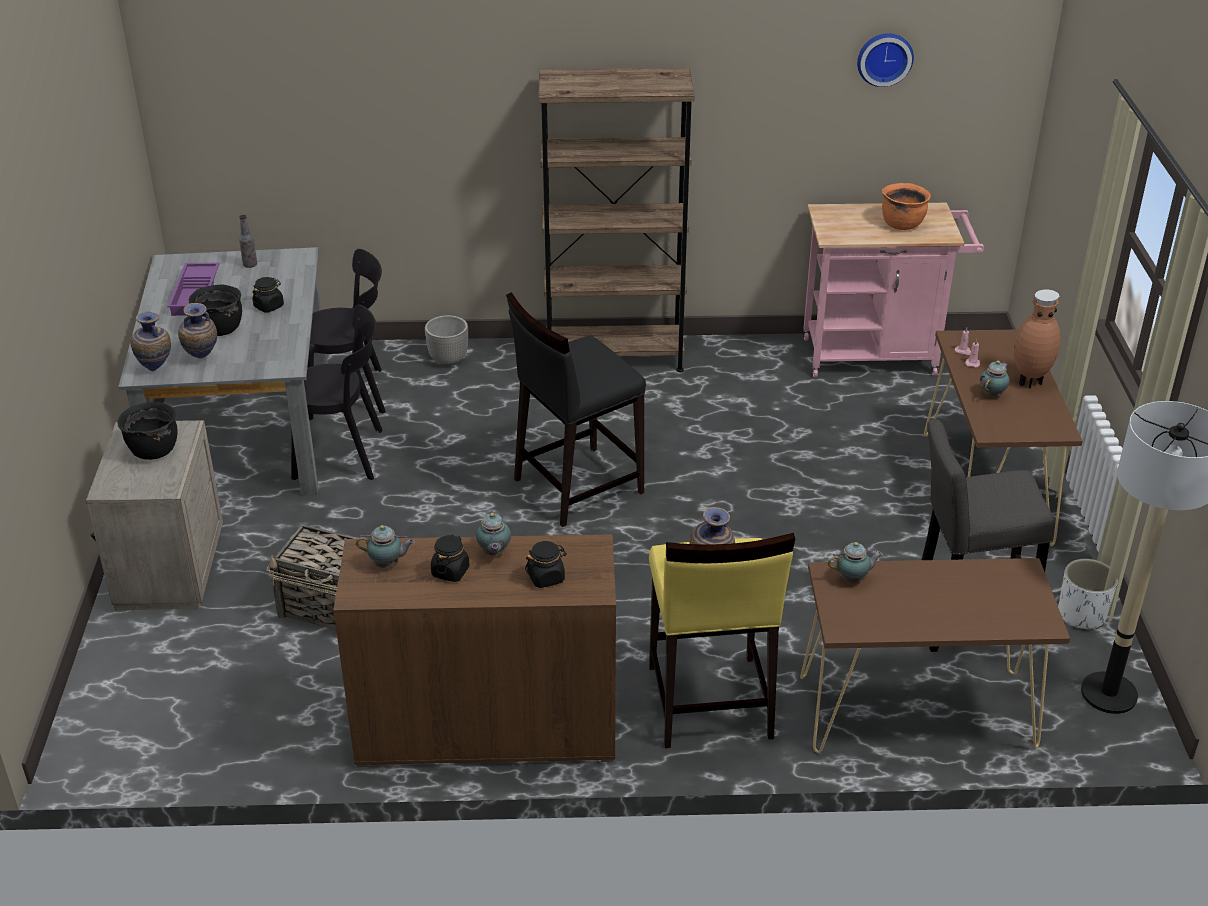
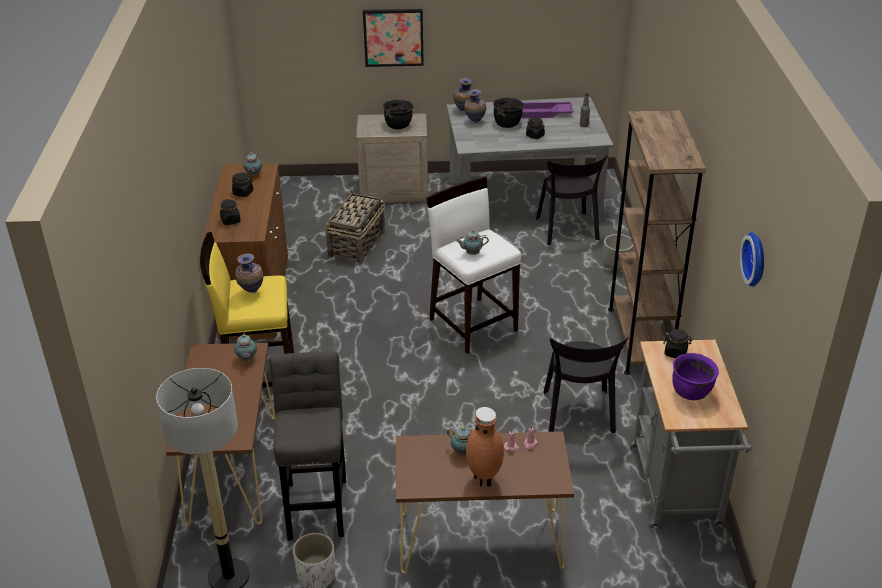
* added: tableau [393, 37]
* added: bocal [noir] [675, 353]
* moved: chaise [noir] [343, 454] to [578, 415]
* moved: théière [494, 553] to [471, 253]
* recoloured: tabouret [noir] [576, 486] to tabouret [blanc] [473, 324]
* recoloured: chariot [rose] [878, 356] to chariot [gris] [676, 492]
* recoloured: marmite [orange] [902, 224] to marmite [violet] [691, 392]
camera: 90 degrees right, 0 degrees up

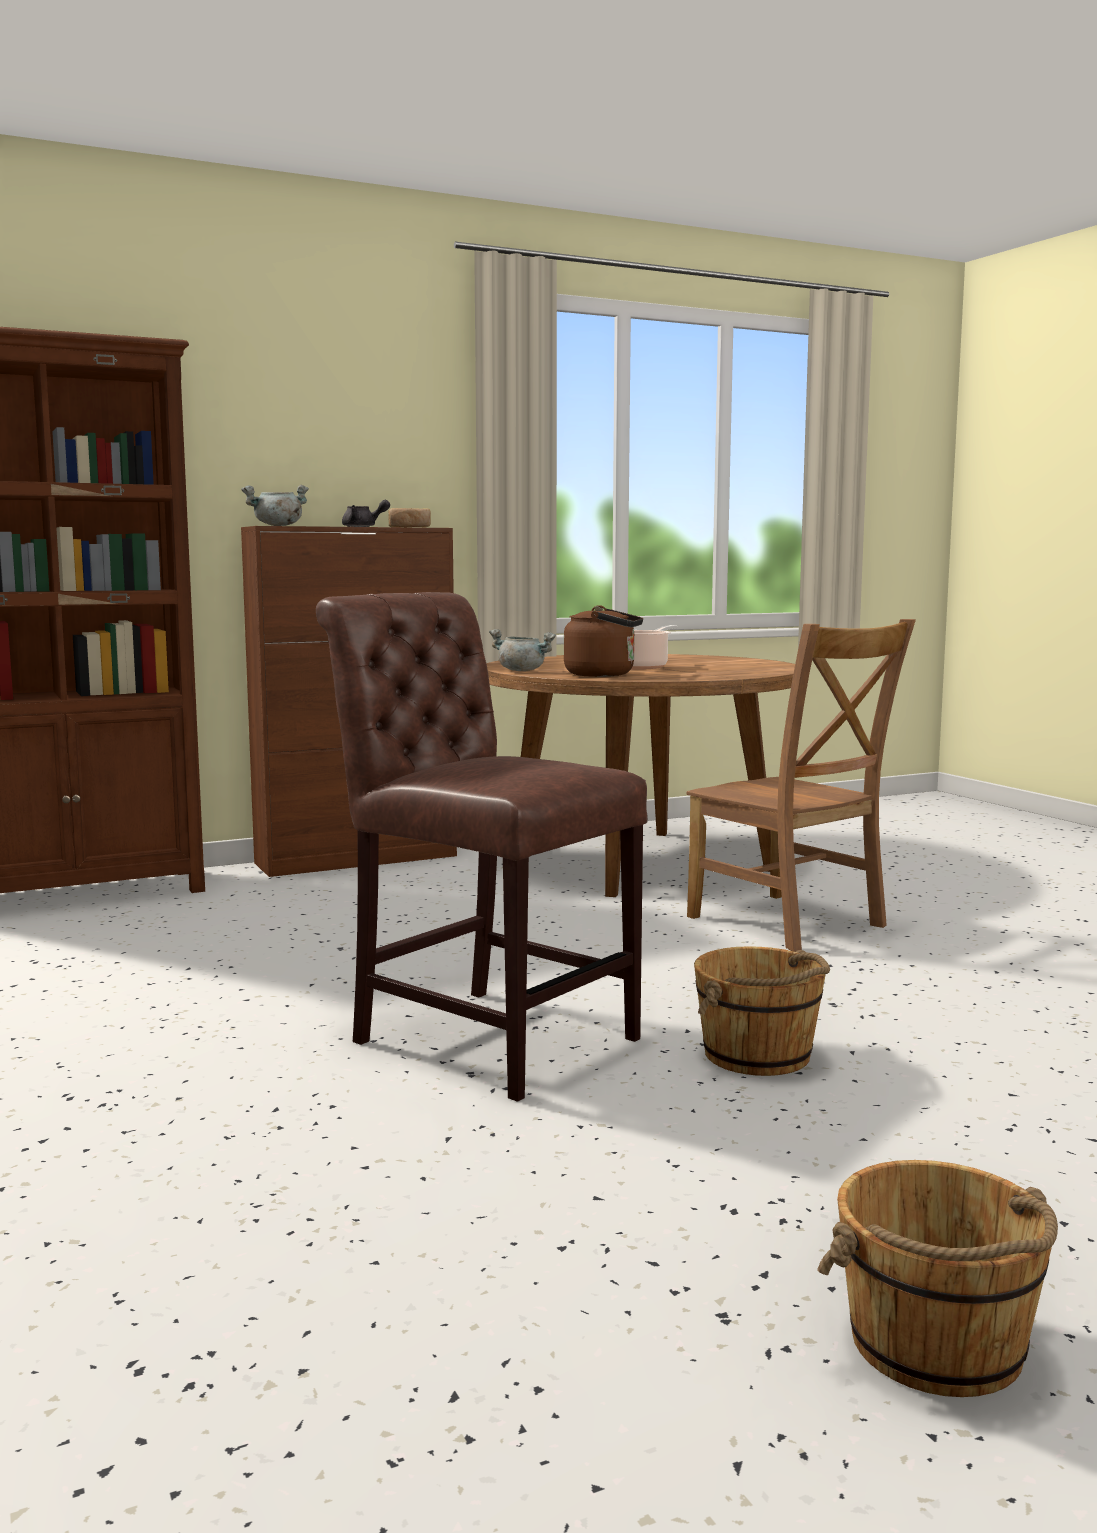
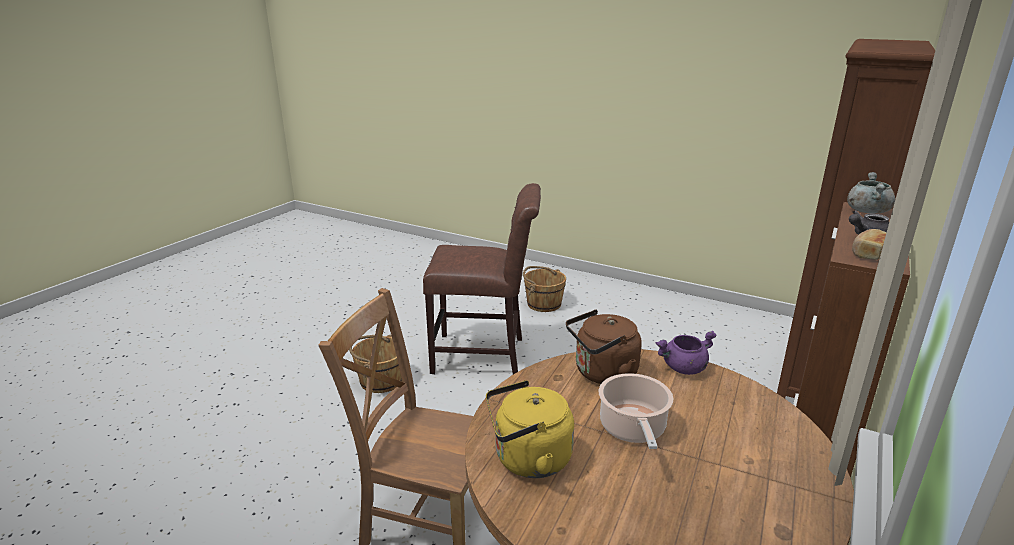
* added: bouilloire [jaune] [528, 460]
* moved: seau [marron] [938, 1346] to [543, 304]
* recoloured: marmite [gris] [523, 671] to marmite [violet] [683, 368]
camera: 145 degrees right, 15 degrees up

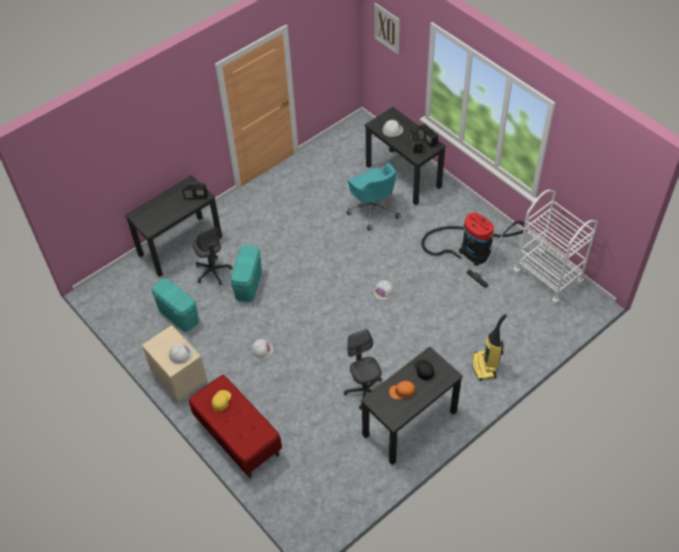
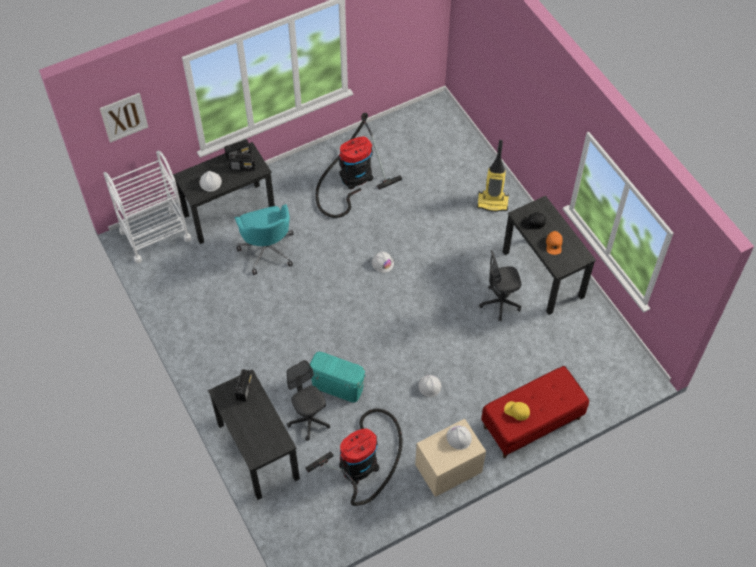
* moved: chariot [blanc] [548, 277] to [155, 235]
* replaced: boîte de rangement [turquoise] [178, 315] to aspirateur [362, 463]
* turned: chaise de bureau [gris] [213, 272] = [309, 420] 105 degrees counterclockwise
* turned: chaise de bureau [turquoise] [373, 209] = [267, 249] 90 degrees clockwise
camera: 80 degrees left, 5 degrees up

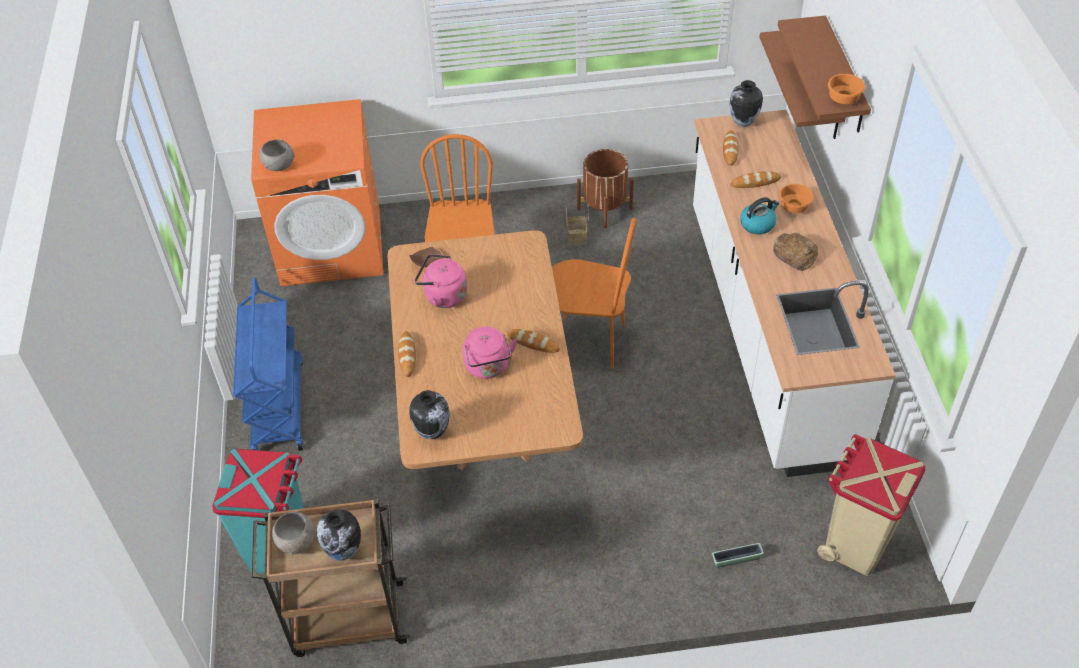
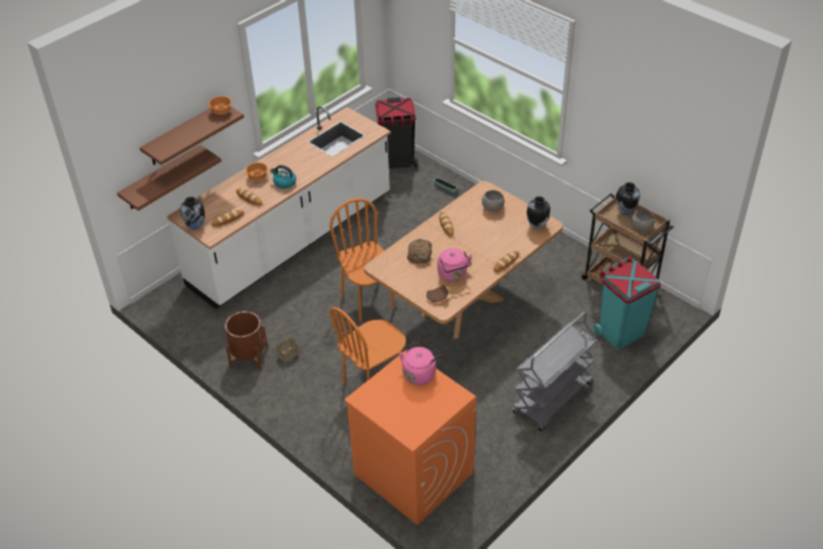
* moved: bol [gris] [278, 166] to [493, 208]
* moved: bouilloire [rose] [488, 367] to [420, 373]
* moved: pain [794, 254] to [420, 254]
* recoloured: chariot [bleu] [278, 406] to chariot [gris] [553, 399]
* recoloured: poubelle [beige] [856, 543] to poubelle [noir] [397, 162]
camera: 130 degrees left, 5 degrees down

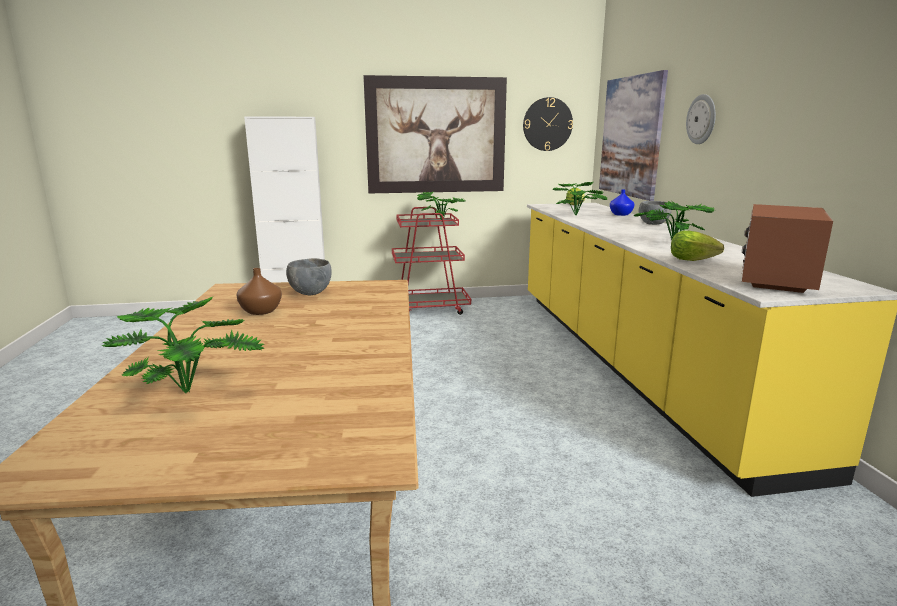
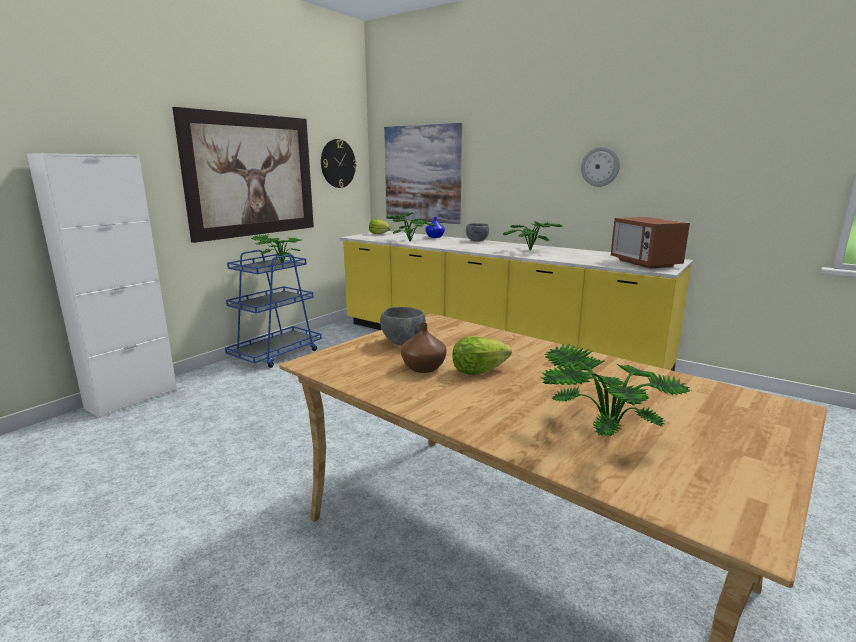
* moved: laitue [691, 260] to [478, 371]
* moved: horloge murale [702, 119] to [600, 166]
* recoloured: chariot [rouge] [428, 309] to chariot [bleu] [276, 354]
camera: 45 degrees left, 0 degrees up

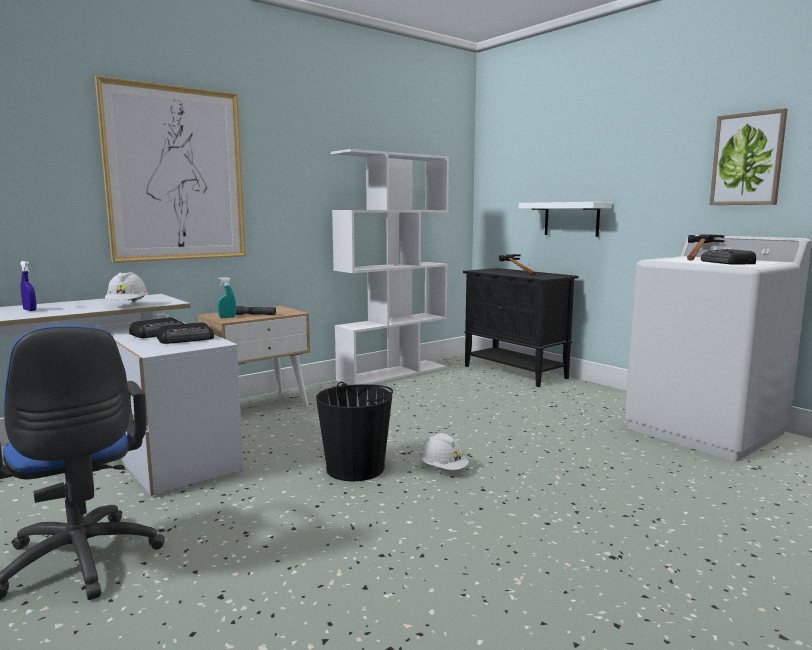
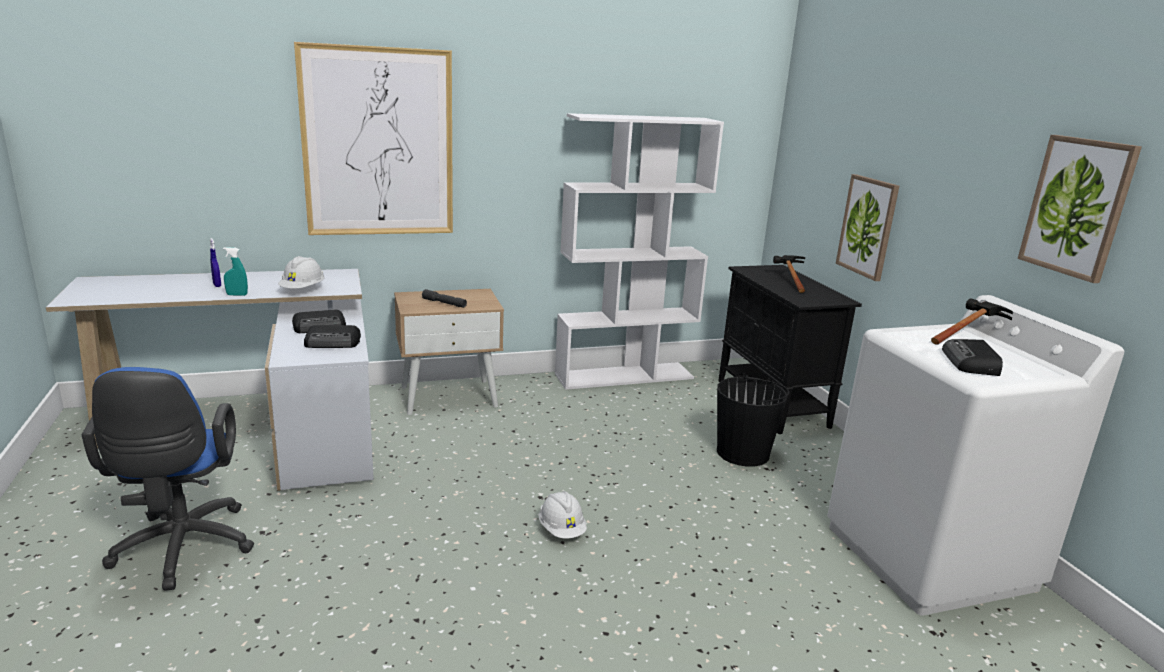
* moved: vaporisateur [turquoise] [227, 317] to [237, 295]
* moved: seau [noir] [356, 468] to [743, 453]
* replaced: étagère [blanc] [571, 219] to tableau [868, 226]
camera: 20 degrees right, 10 degrees up

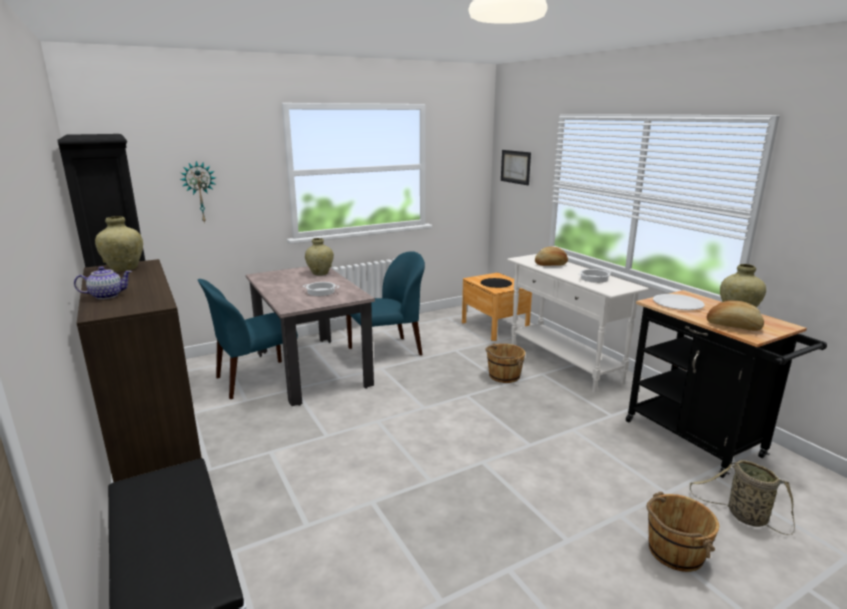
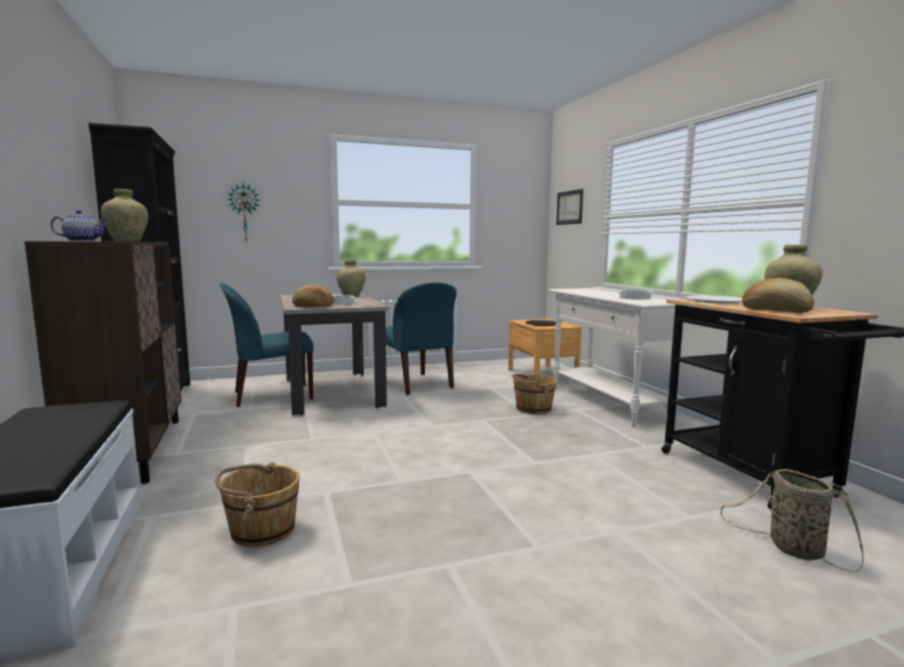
* moved: pain [551, 264] to [312, 306]
* moved: seau [marron] [674, 552] to [261, 530]
* turned: chaise [bleu] [386, 351] = [416, 384] 75 degrees clockwise
camera: 10 degrees right, 10 degrees down

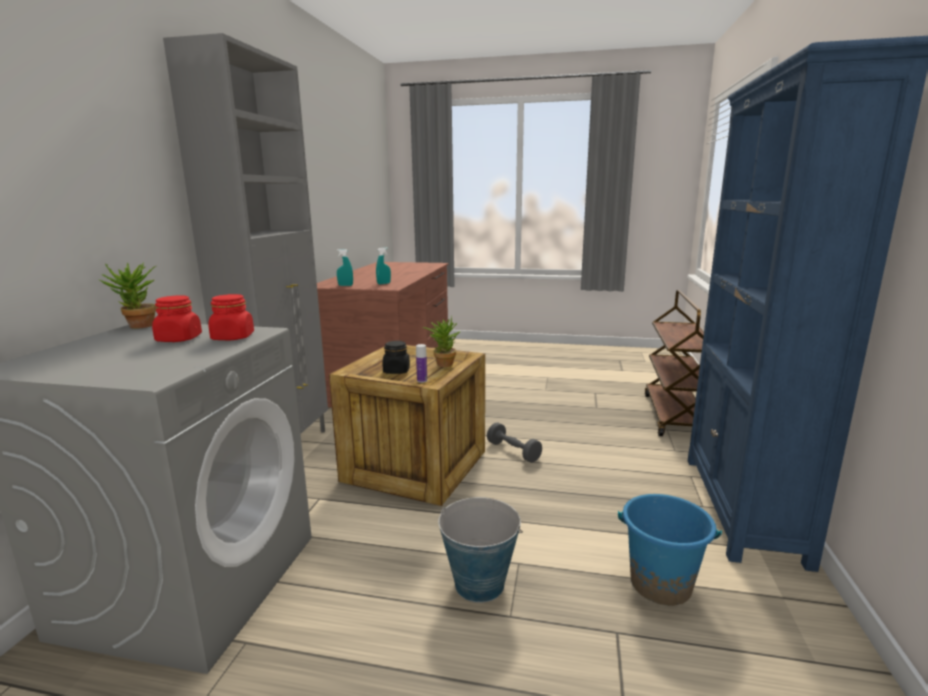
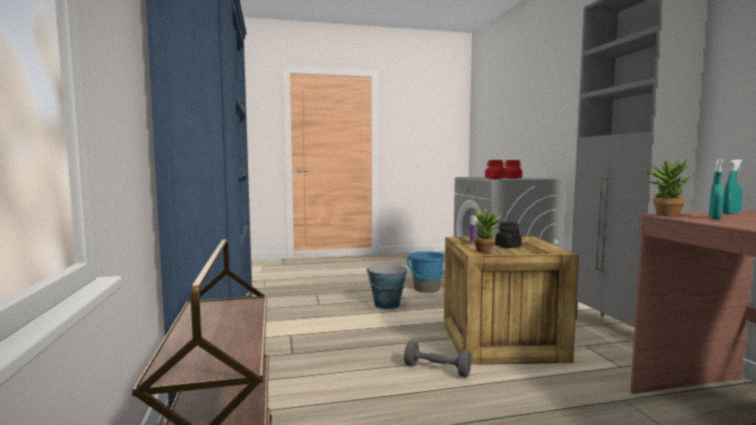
* moved: plante en pot [138, 327] to [663, 215]
* moved: seau [bleu] [660, 584] to [426, 289]
camera: 155 degrees right, 10 degrees down

